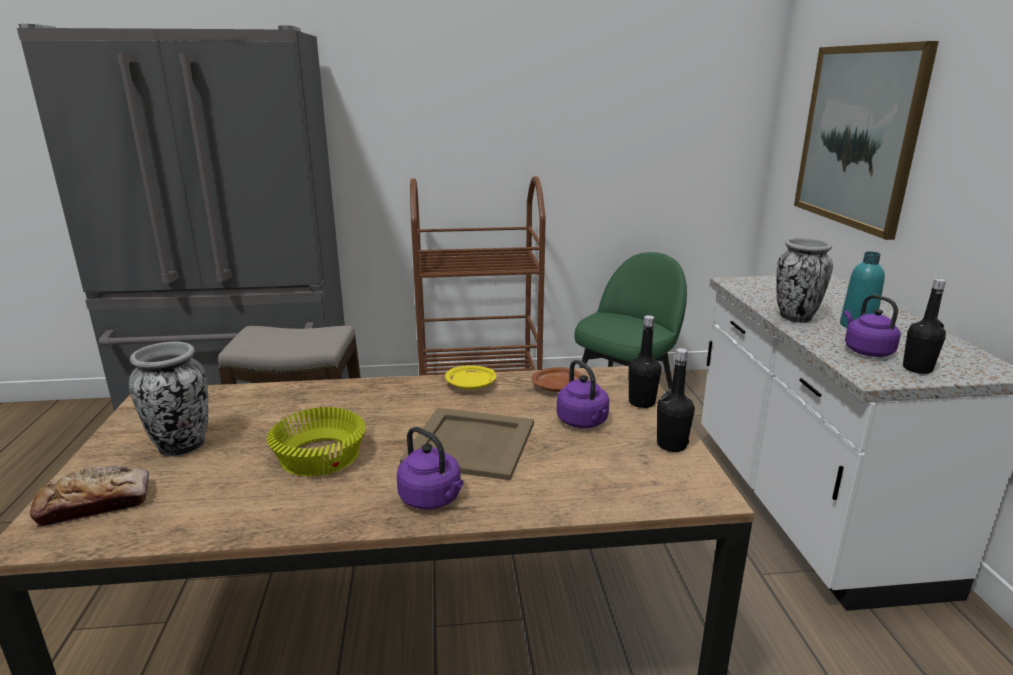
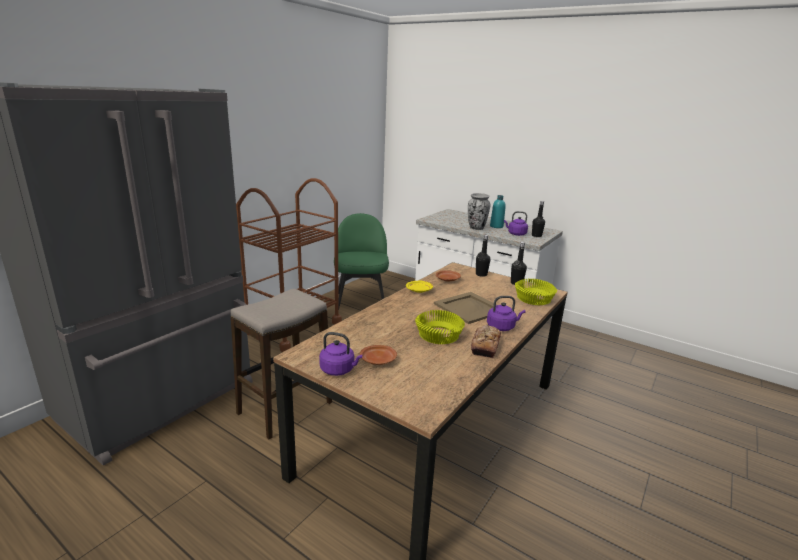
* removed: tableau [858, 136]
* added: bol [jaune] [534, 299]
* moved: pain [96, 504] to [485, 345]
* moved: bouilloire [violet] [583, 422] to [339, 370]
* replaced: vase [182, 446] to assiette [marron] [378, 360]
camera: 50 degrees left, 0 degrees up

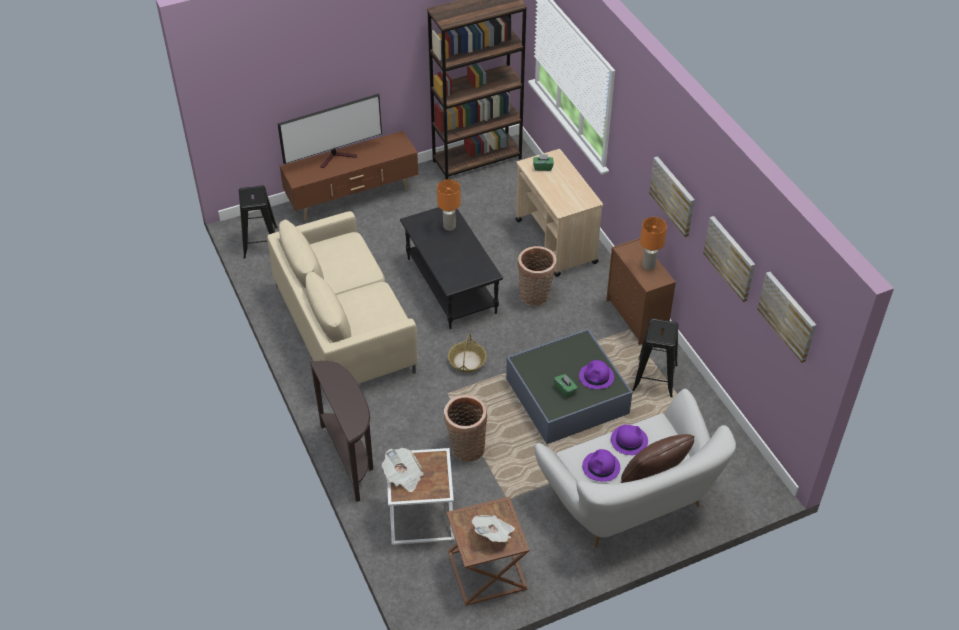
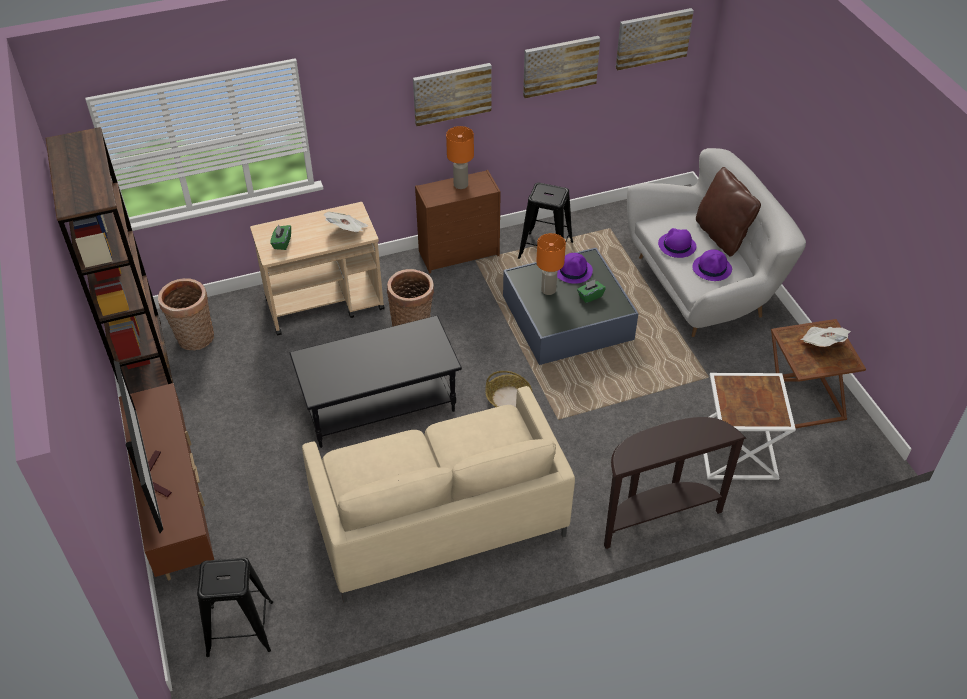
* moved: journal [403, 476] to [347, 230]
* moved: lampe de table [orange] [449, 226] to [548, 290]
* moved: panier [465, 448] to [194, 340]
camera: 85 degrees left, 0 degrees up

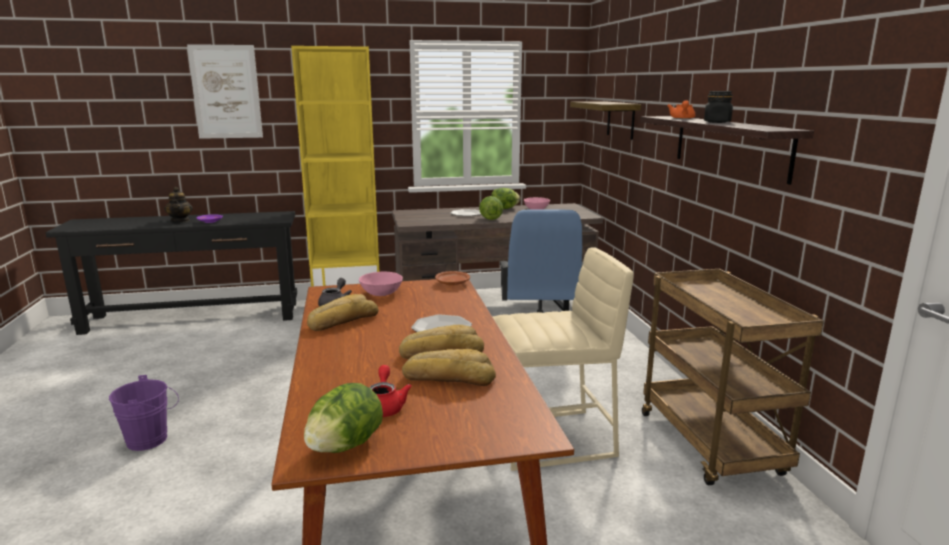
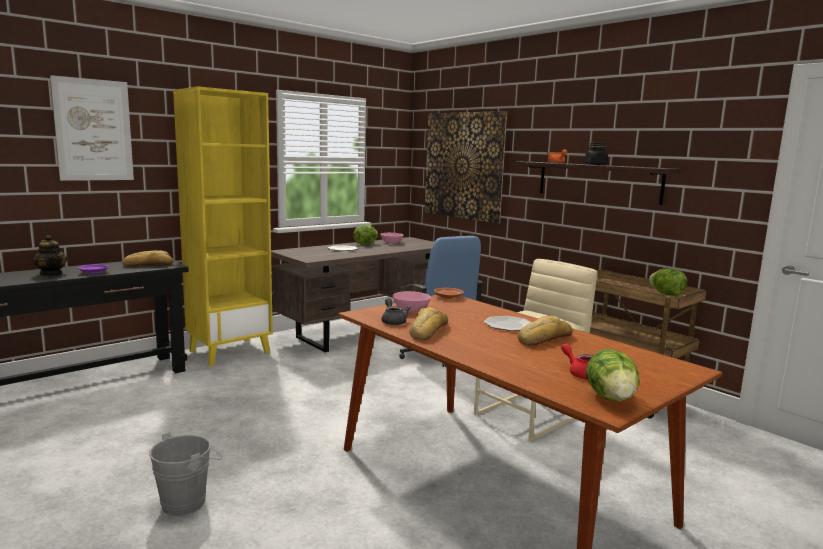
* moved: pain [449, 377] to [148, 265]
* moved: laitue [490, 219] to [666, 294]
* replaced: étagère [620, 120] to tableau [464, 165]
* recoloured: seau [violet] [152, 439] to seau [gris] [188, 501]
camera: 30 degrees left, 5 degrees down

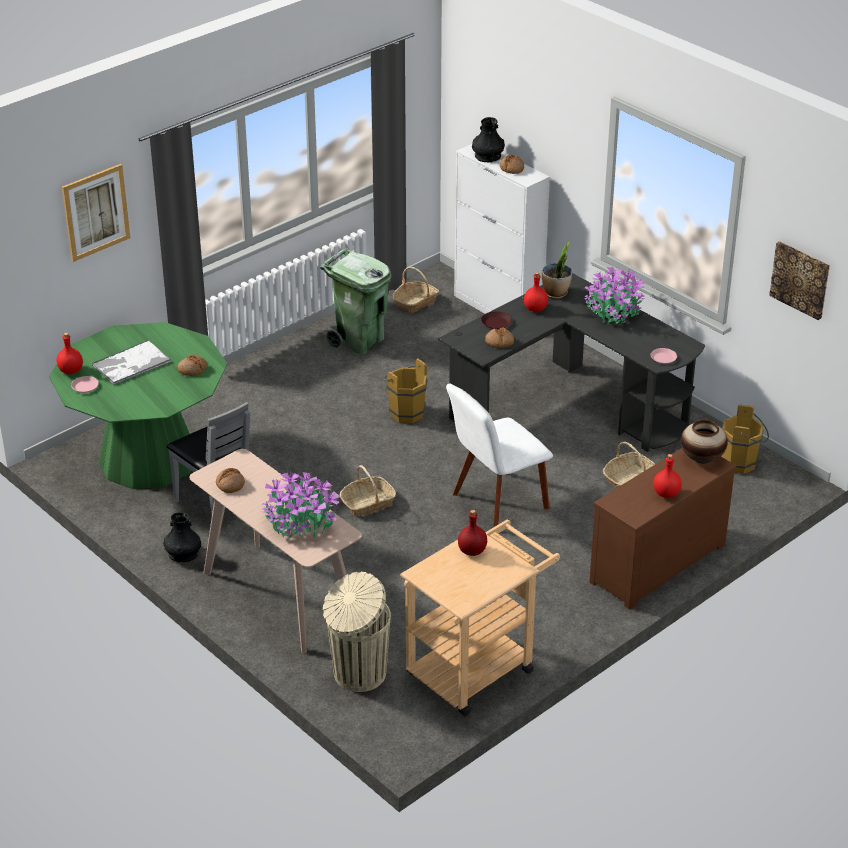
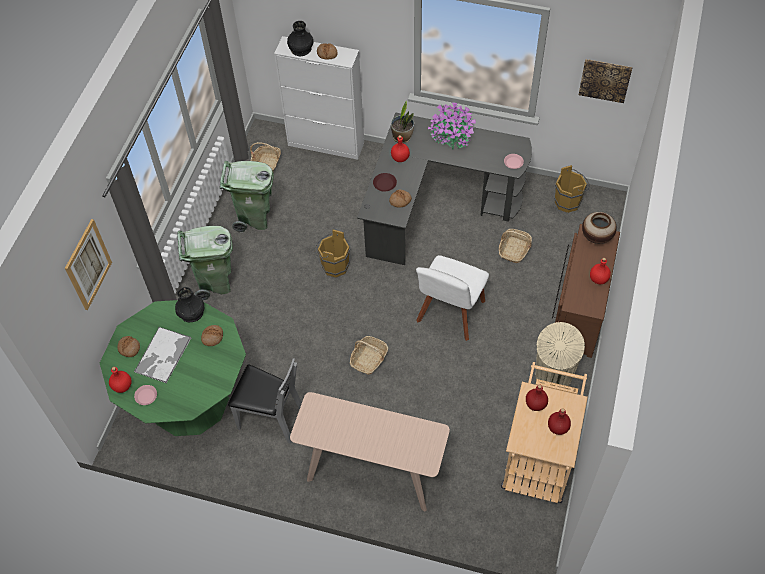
* removed: plante en pot [301, 524]
* added: poubelle [vert] [215, 282]
* added: bouteille [rouge] [558, 427]
* moved: vase [noir] [183, 554] to [192, 313]
* moved: pain [230, 484] to [129, 348]
* moved: poubelle [beige] [358, 674] to [552, 377]
camera: 30 degrees left, 20 degrees up

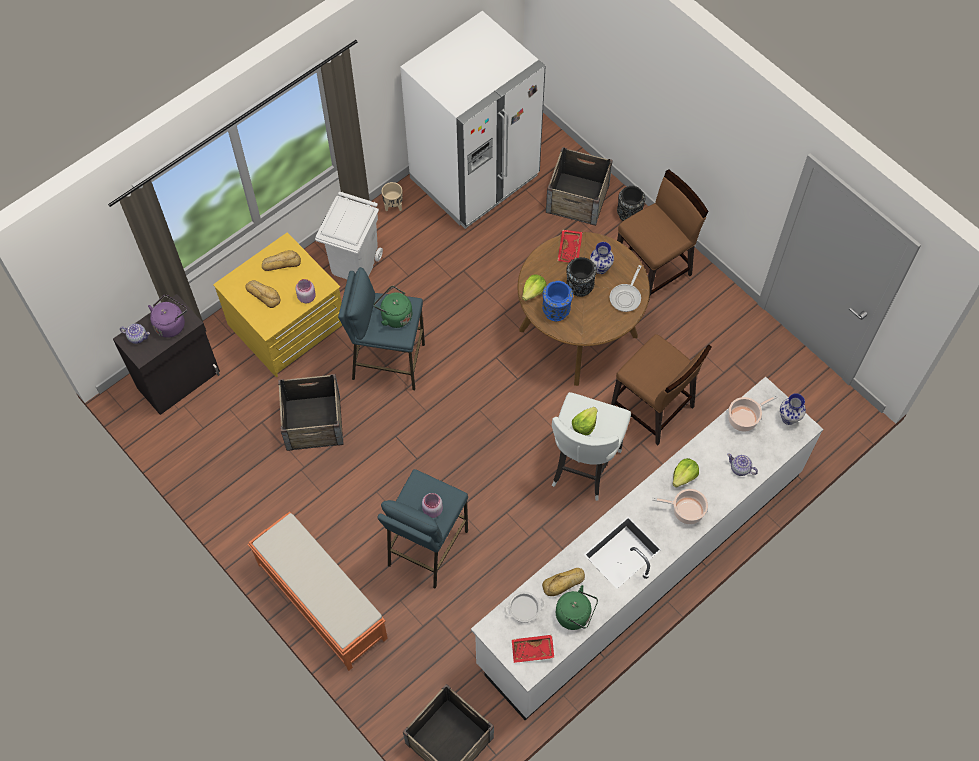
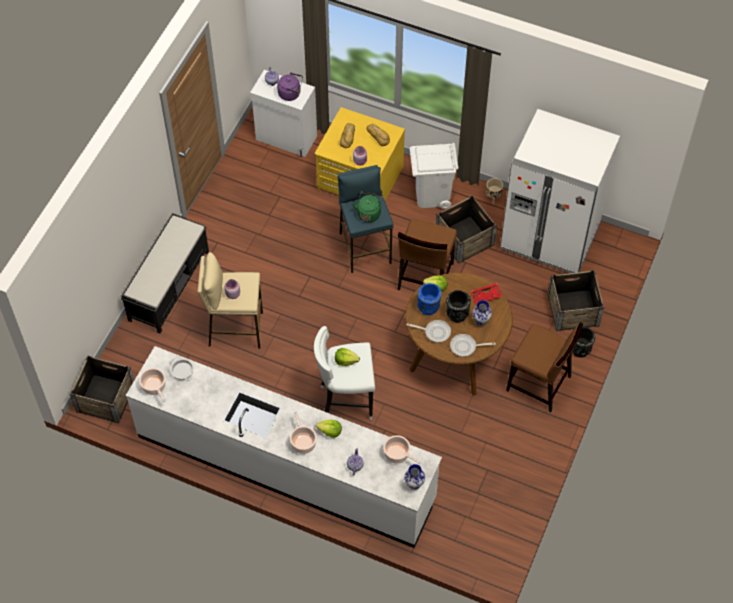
* removed: pain [564, 583]
* removed: bouilloire [vert] [575, 615]
* added: poêle [435, 332]
* moved: caisse [313, 422] to [465, 239]
* moved: chaise [marron] [652, 408] to [425, 276]
* replaced: plateau [rouge] [532, 651] to marmite [154, 387]
* recoloured: meuble de rangement [noir] [180, 380] to meuble de rangement [blanc] [286, 138]
* recoloured: banc [orange] [321, 600] to banc [noir] [169, 285]
* recoloured: tabouret [bleu] [426, 548] to tabouret [beige] [235, 329]
camera: 65 degrees right, 5 degrees down

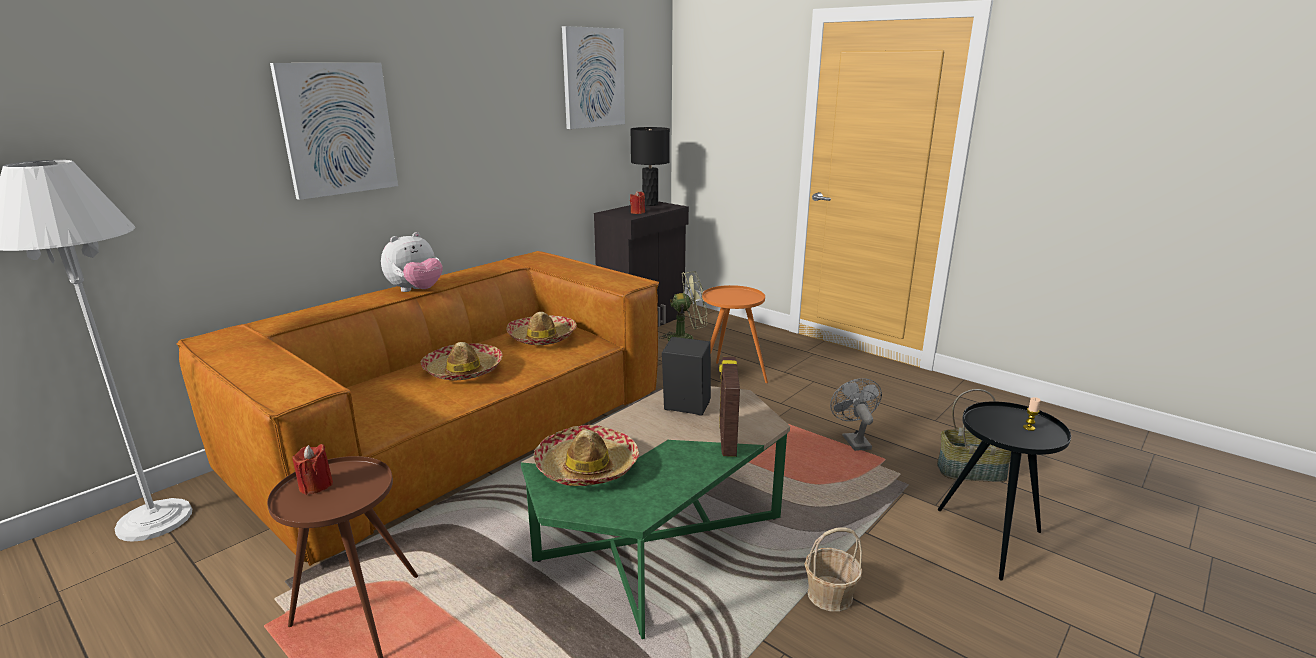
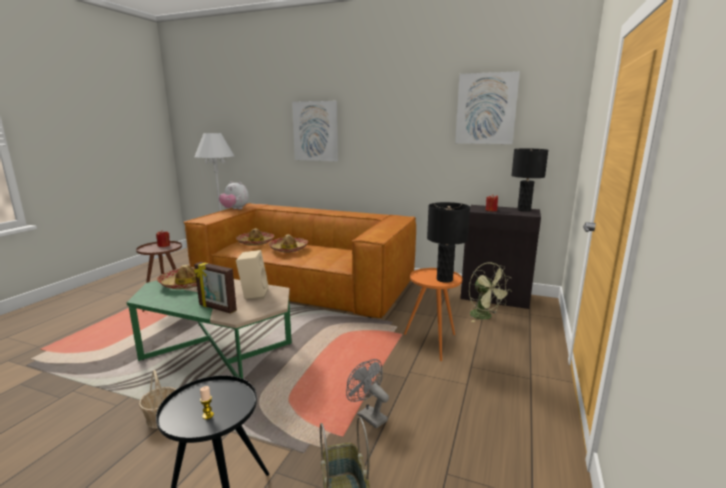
* added: lampe de table [noir] [444, 279]
* moved: peluche [416, 291] to [235, 209]
* moved: chapeau [542, 337] to [255, 242]
* recoloured: enceinte [noir] [684, 408] to enceinte [beige] [253, 294]
* turned: cadre photo [726, 438] = [217, 308] 135 degrees counterclockwise
* turned: ventilateur [gris] [853, 440] = [368, 415] 105 degrees counterclockwise
camera: 70 degrees right, 5 degrees down

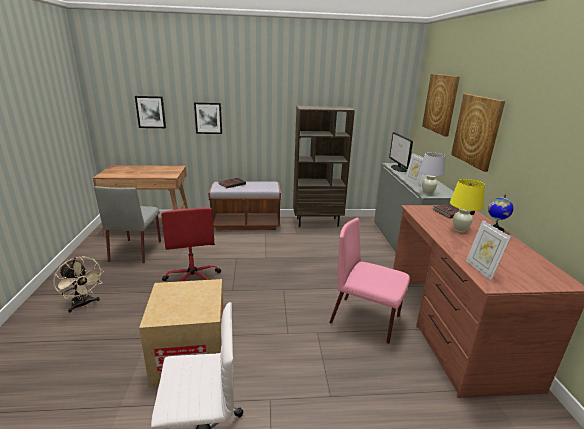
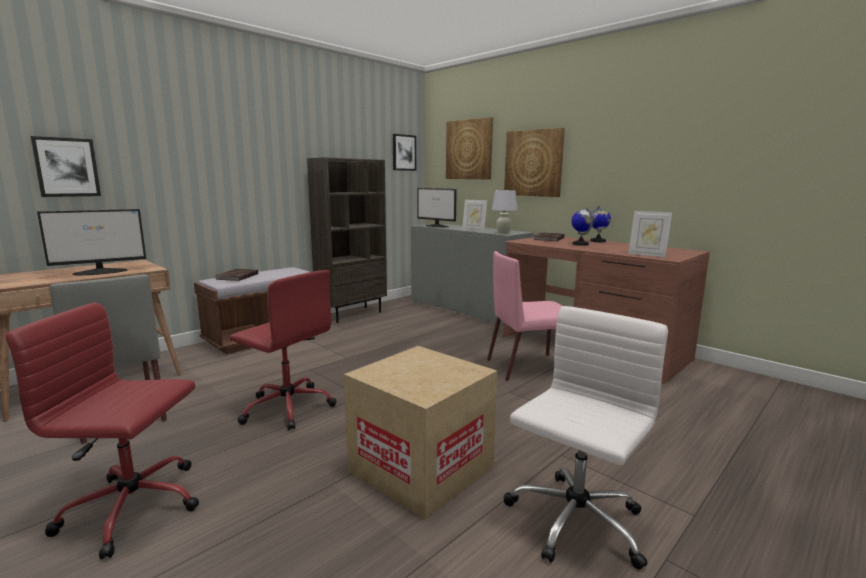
* added: écran d'ordinateur [101, 272]
* moved: tableau [208, 118] to [404, 152]
* replaced: ventilateur [beige] [83, 304] to chaise de bureau [rouge] [135, 507]
* replaced: lampe de table [jaune] [460, 230] to globe [580, 244]
camera: 40 degrees left, 10 degrees down

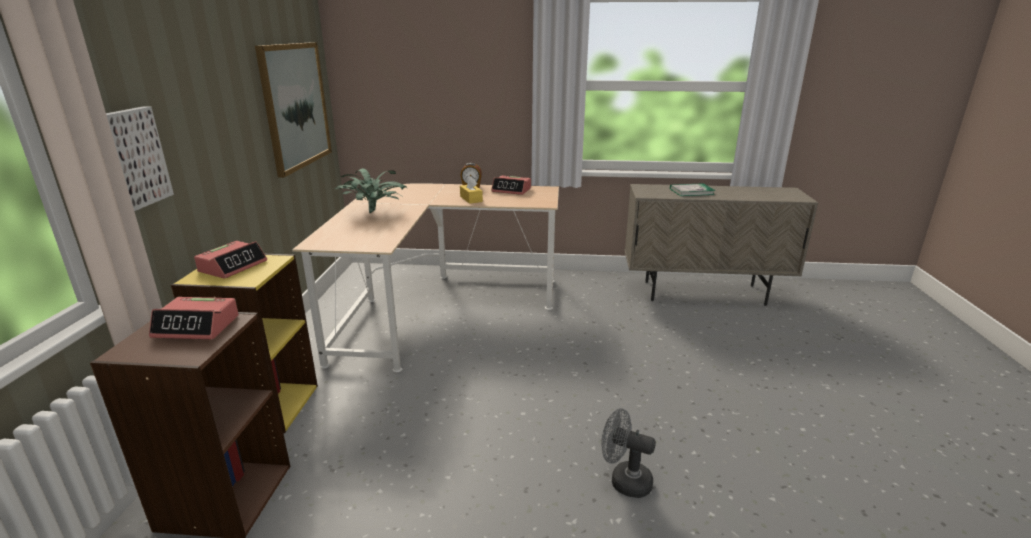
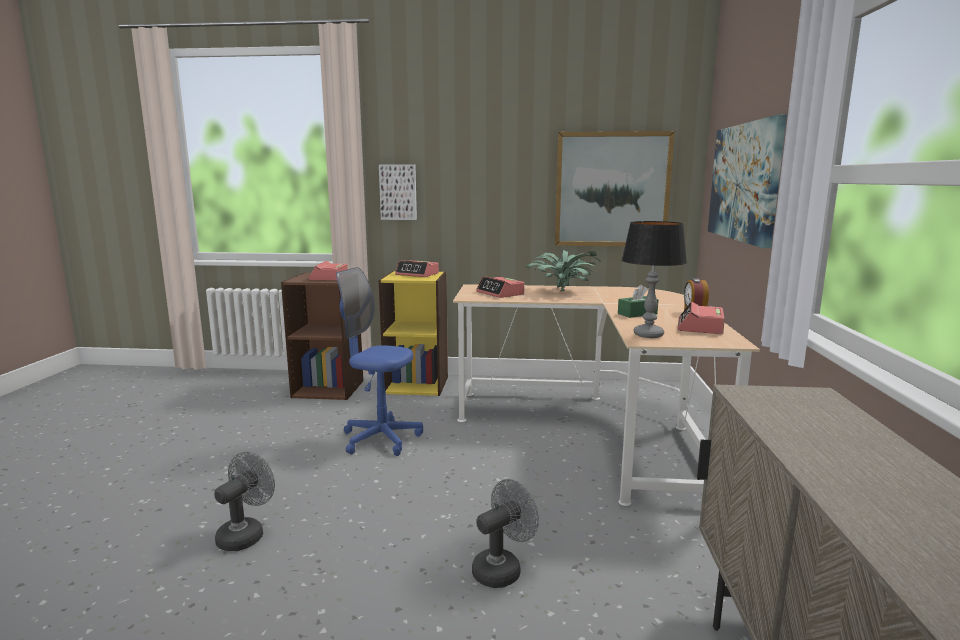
* removed: livre [691, 191]
* added: chaise de bureau [bleu] [381, 439]
* added: ventilateur [gris] [502, 569]
* added: réveil [500, 293]
* added: lampe de table [648, 335]
* added: tableau [744, 182]
* recoloured: boîte à mouchoirs [jaune] [471, 199] to boîte à mouchoirs [vert] [637, 314]
camera: 90 degrees right, 10 degrees down

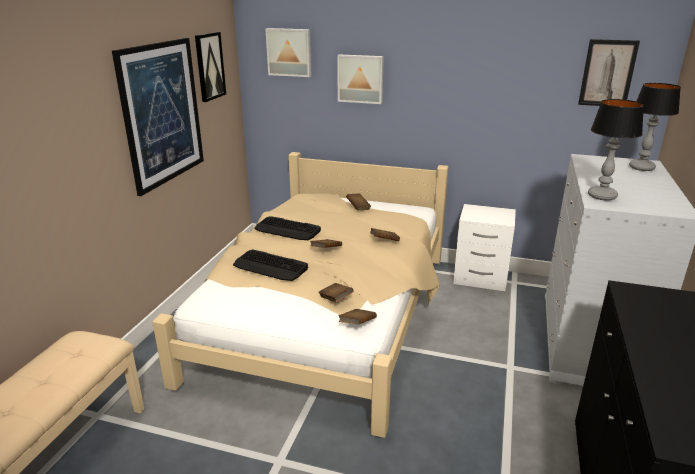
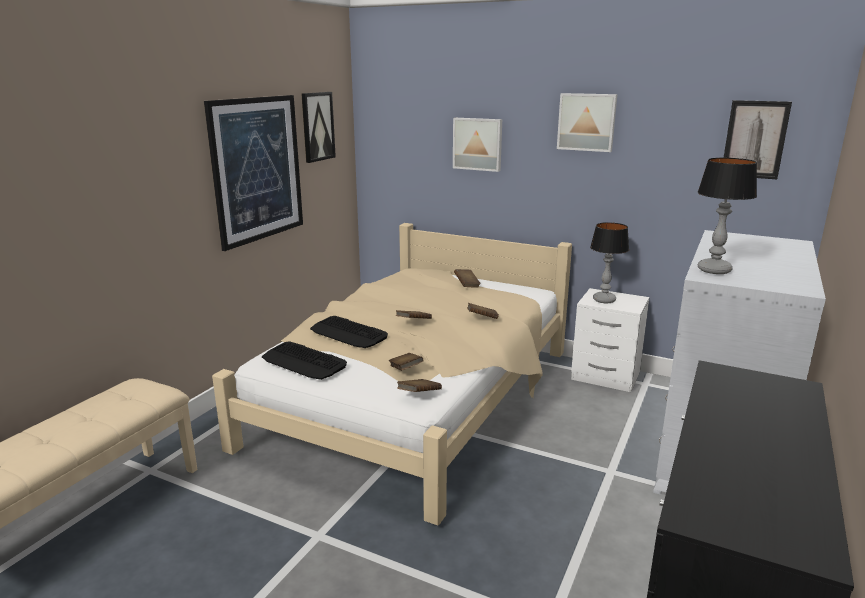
* moved: clavier [287, 229] to [304, 362]
* moved: tableau [289, 52] to [587, 122]
* moved: lampe de table [642, 168] to [604, 300]
camera: 10 degrees right, 5 degrees down

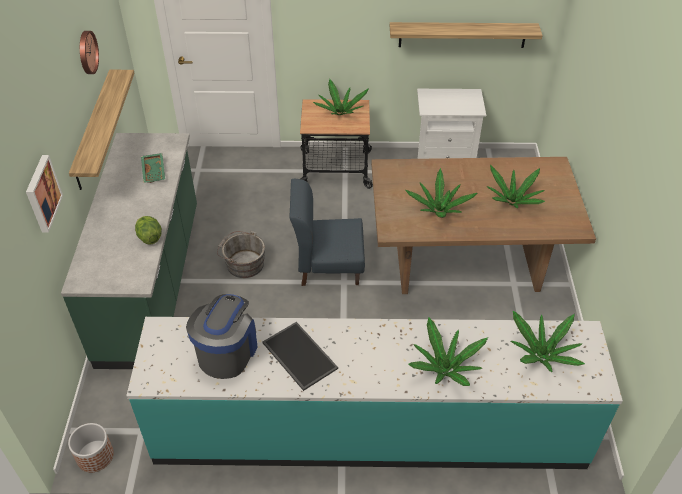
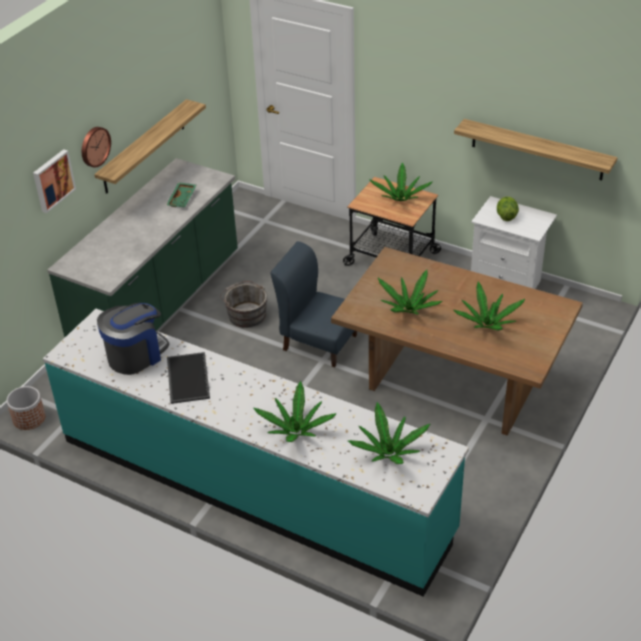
* moved: horloge murale [86, 52] to [94, 146]
* moved: laitue [149, 237] to [506, 216]
camera: 30 degrees right, 5 degrees down

